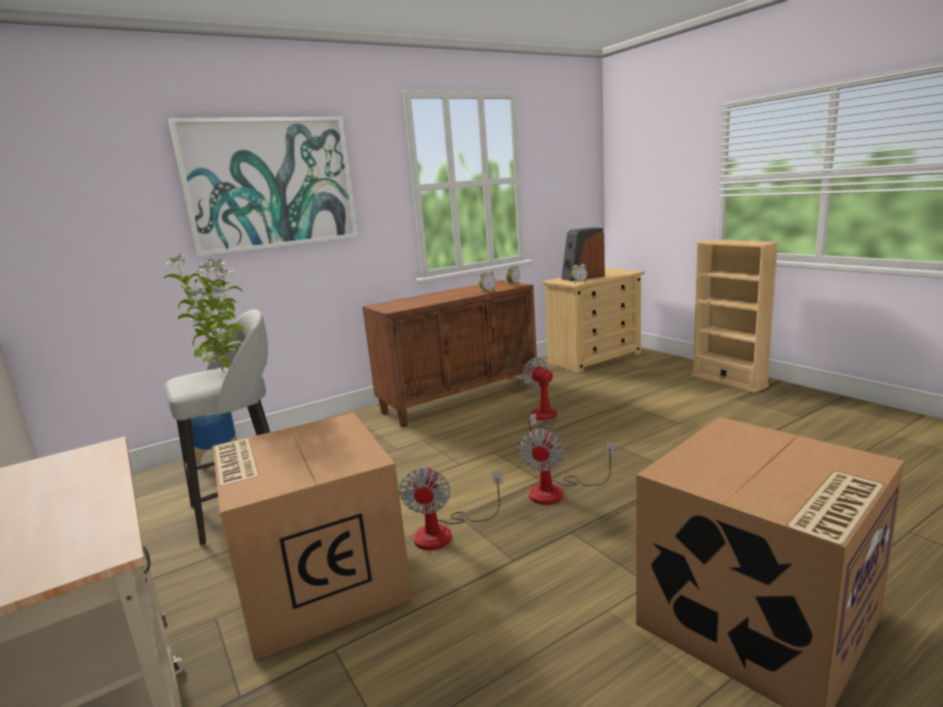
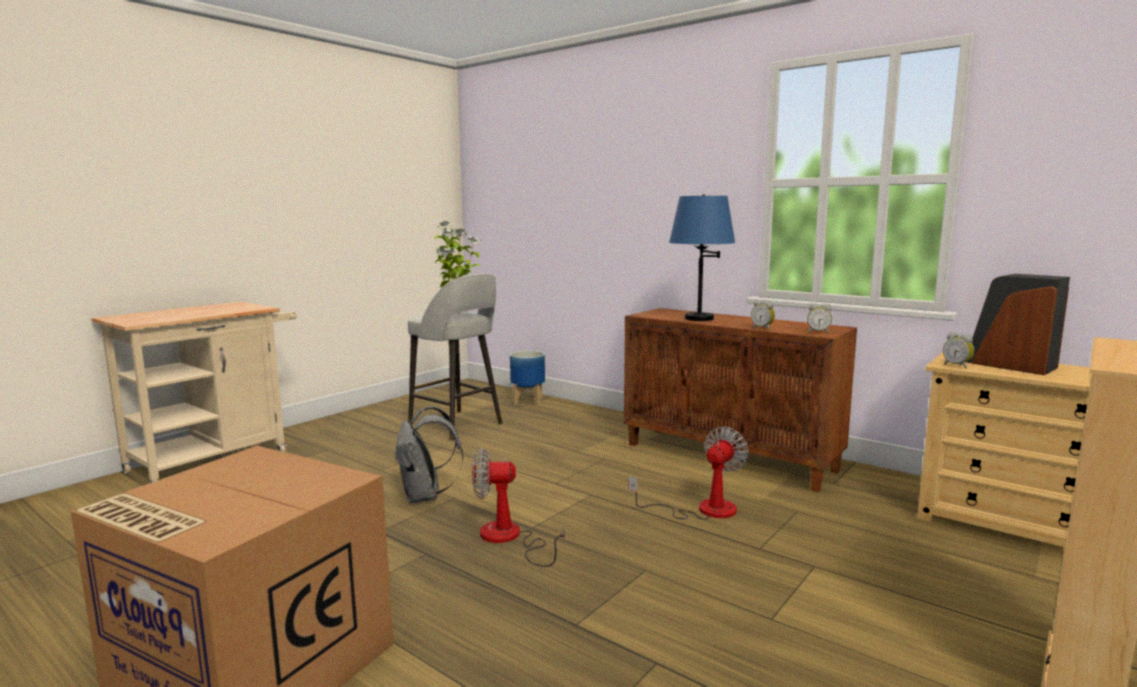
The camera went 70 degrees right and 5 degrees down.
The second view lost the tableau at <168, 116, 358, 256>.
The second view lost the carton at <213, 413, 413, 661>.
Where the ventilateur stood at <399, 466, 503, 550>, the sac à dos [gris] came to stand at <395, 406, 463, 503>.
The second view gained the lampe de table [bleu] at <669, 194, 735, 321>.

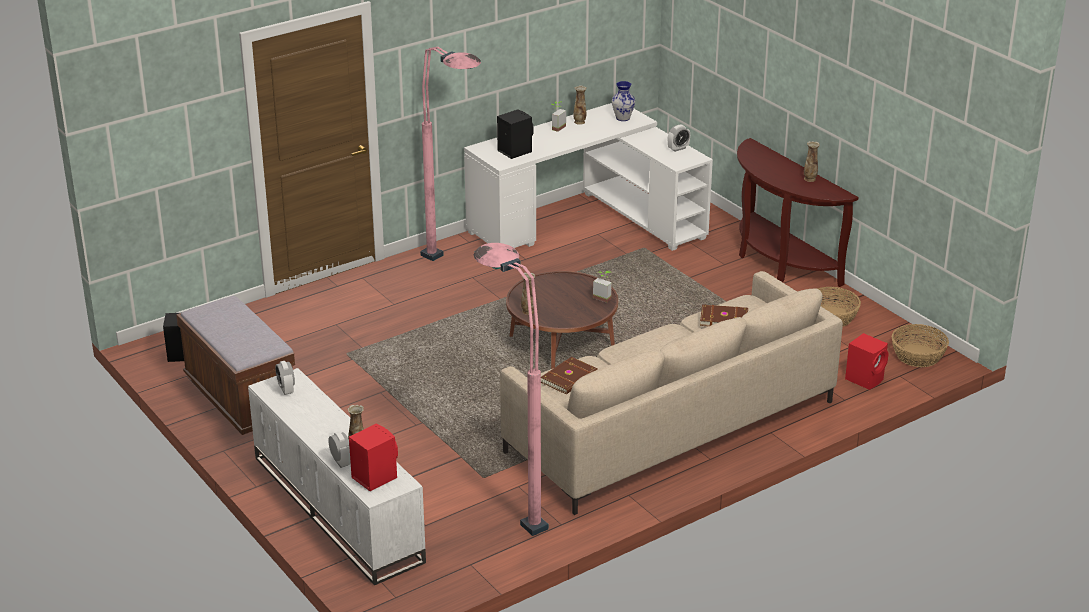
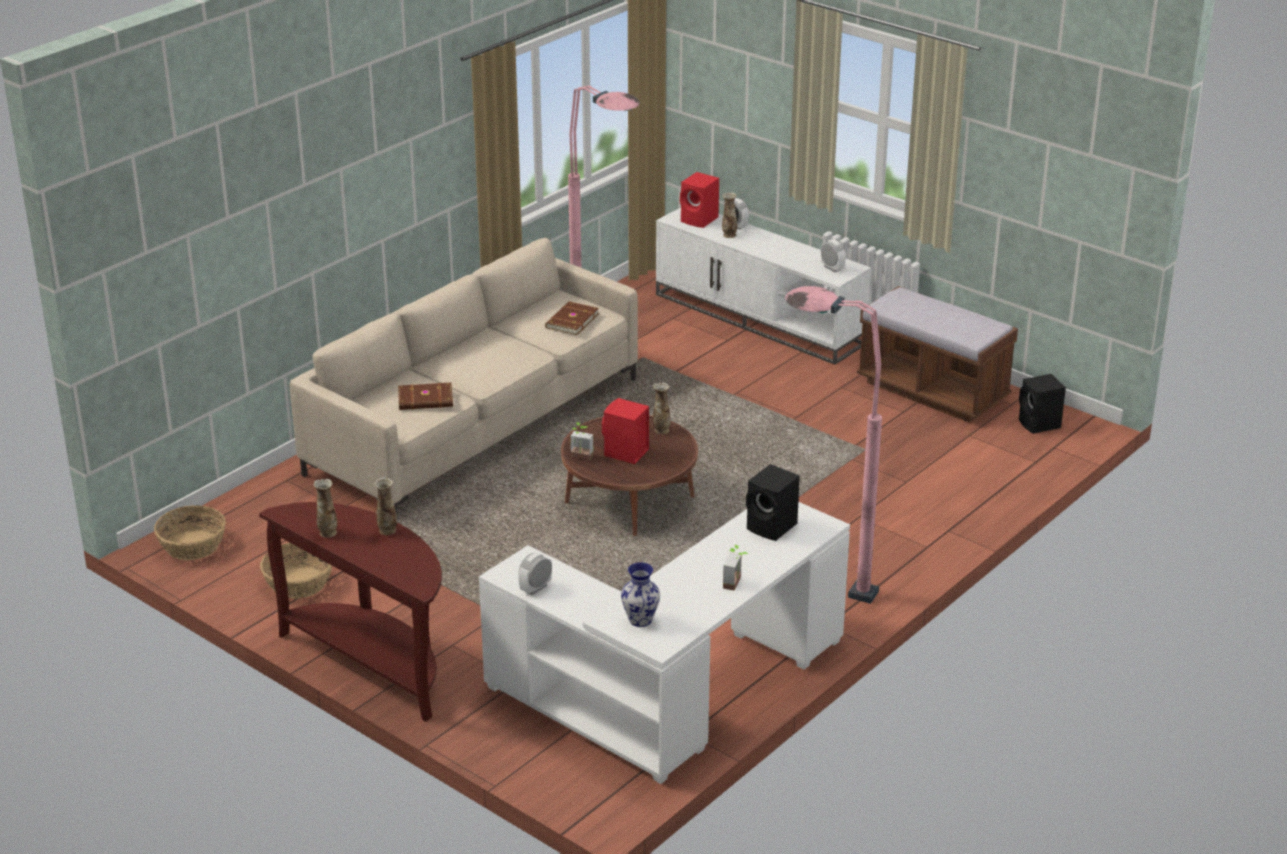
The camera went 165 degrees right and 0 degrees up.
The vase ended up elsewhere, having gone from <573, 85, 587, 125> to <374, 477, 397, 535>.
The enceinte [rouge] ended up elsewhere, having gone from <845, 333, 889, 390> to <602, 398, 649, 464>.

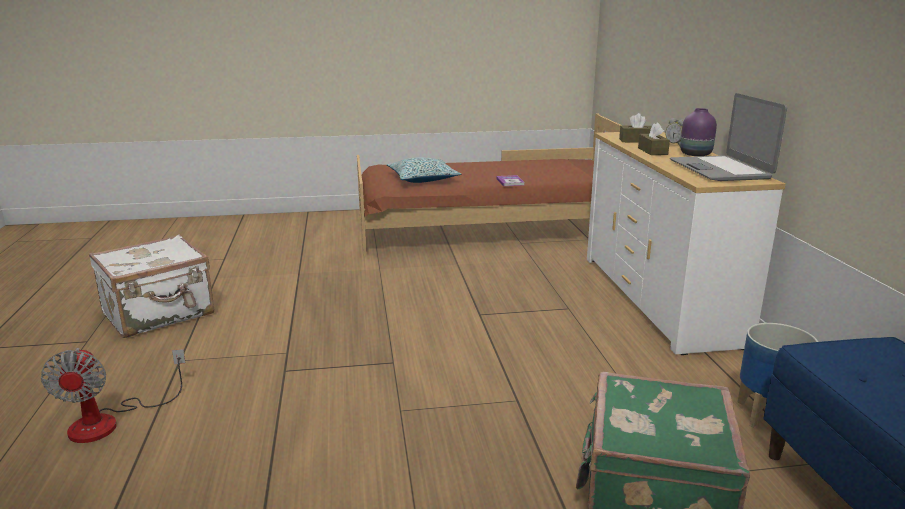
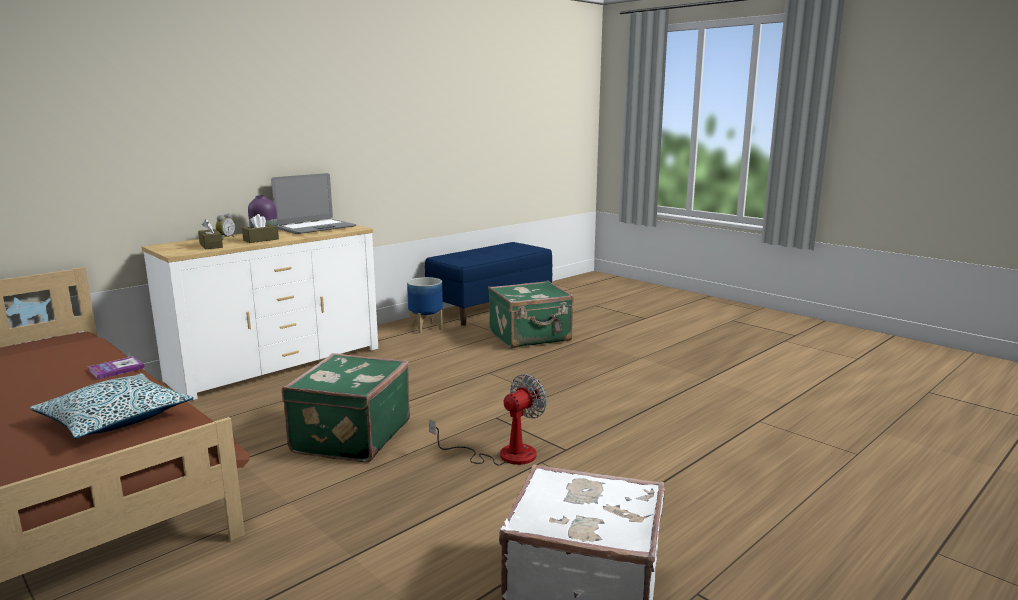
The camera went 125 degrees left and 5 degrees down.
The ventilateur ended up elsewhere, having gone from <41, 348, 186, 443> to <429, 374, 547, 466>.
The second view gained the valise [vert] at <281, 353, 410, 463>.

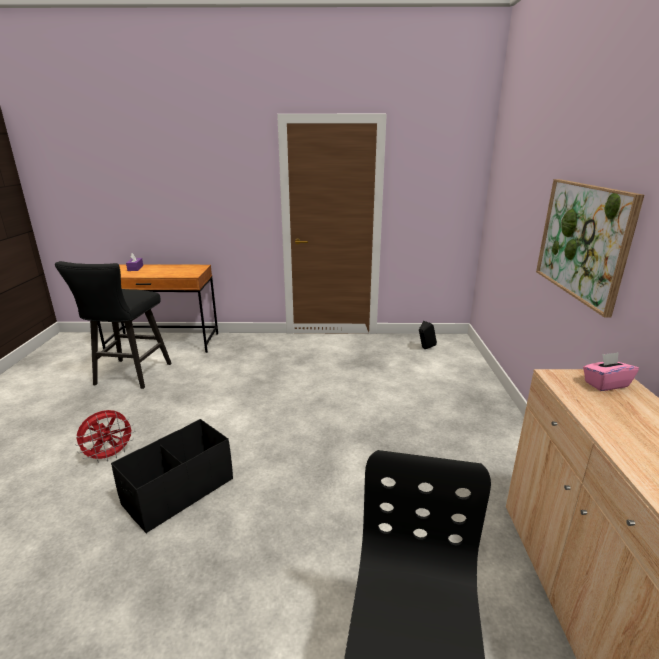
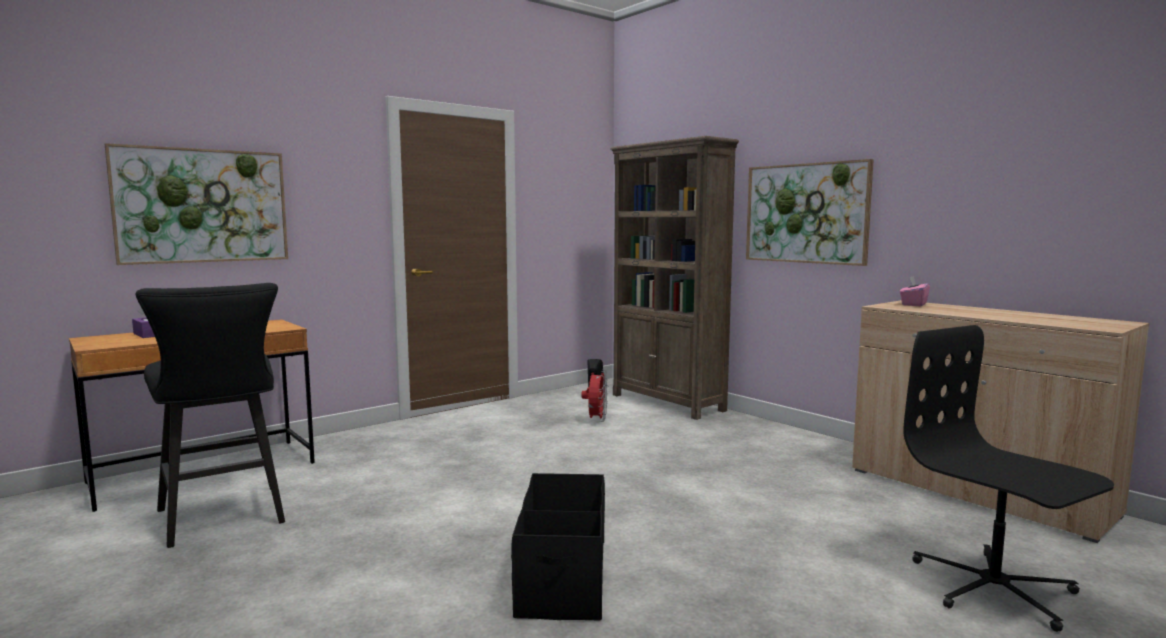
The camera went 40 degrees left and 15 degrees down.
The ventilateur [rouge] ended up elsewhere, having gone from <75, 410, 135, 463> to <581, 369, 608, 422>.
The second view gained the bibliothèque [marron] at <610, 136, 739, 420>.
The second view gained the tableau at <105, 143, 288, 265>.

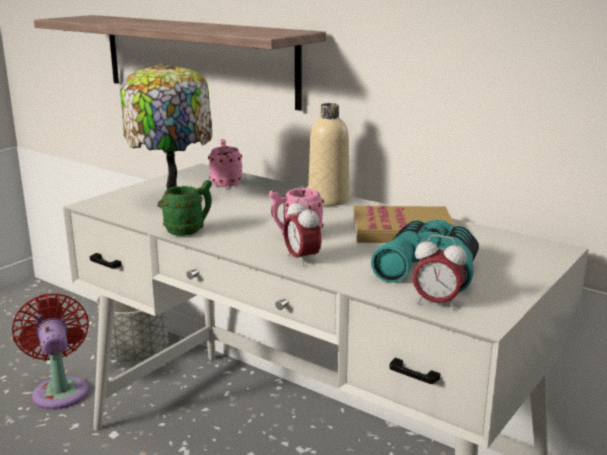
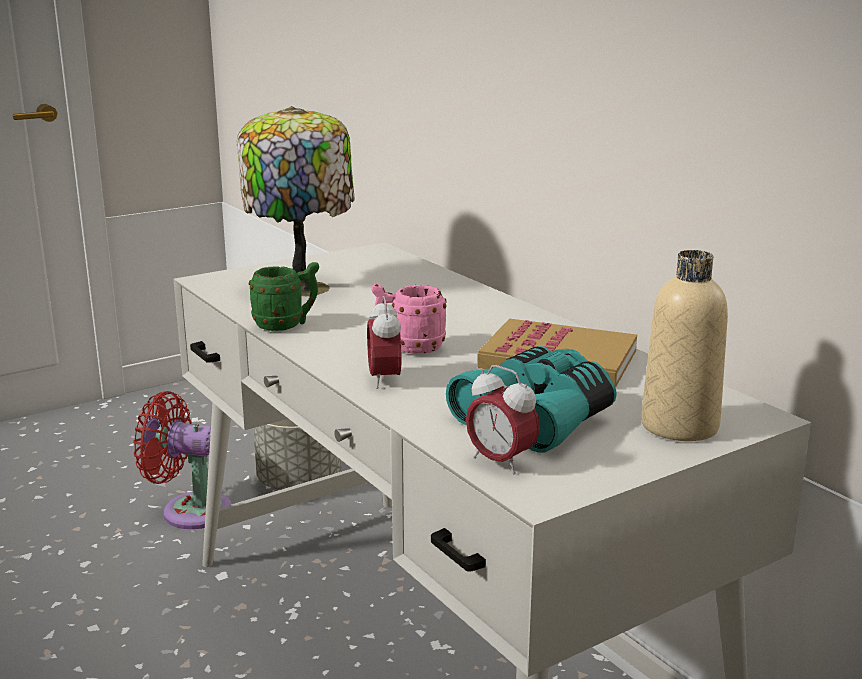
The camera went 20 degrees right and 0 degrees up.
The second view lost the étagère at <34, 15, 326, 111>.
The bouteille [beige] ended up elsewhere, having gone from <308, 103, 350, 206> to <641, 250, 728, 441>.
The second view lost the mug [rose] at <208, 139, 242, 187>.
The ventilateur [rouge] at <12, 293, 89, 410> ended up facing another way, 75 degrees counterclockwise from before.

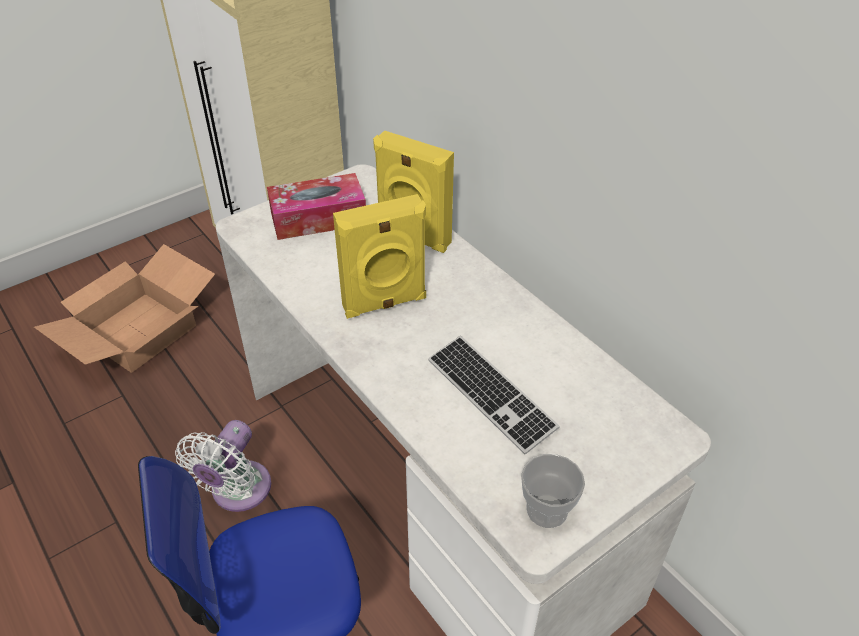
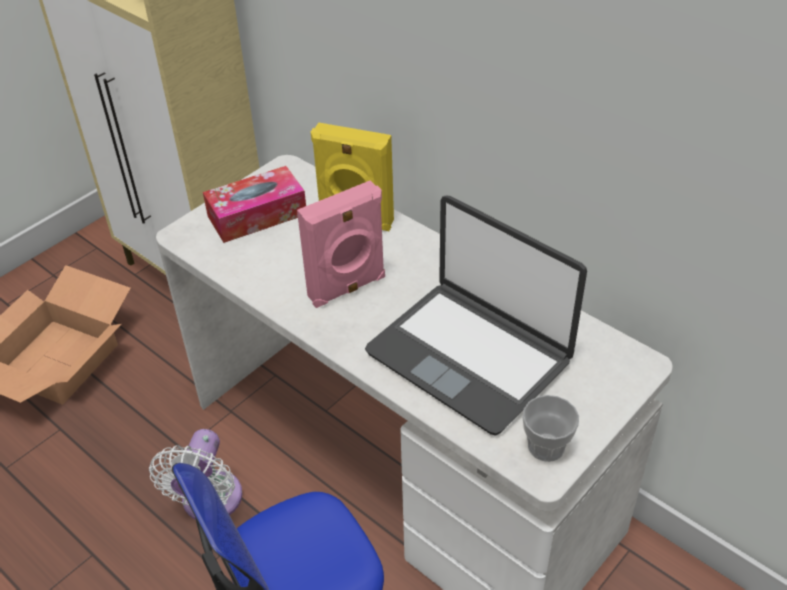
The camera went 10 degrees left and 0 degrees up.
What was the enceinte [jaune] at <333, 194, 426, 319> turned into the enceinte [rose] at <297, 181, 385, 308>.
Where the clavier stood at <428, 336, 560, 454>, the ordinateur portable came to stand at <365, 195, 587, 436>.

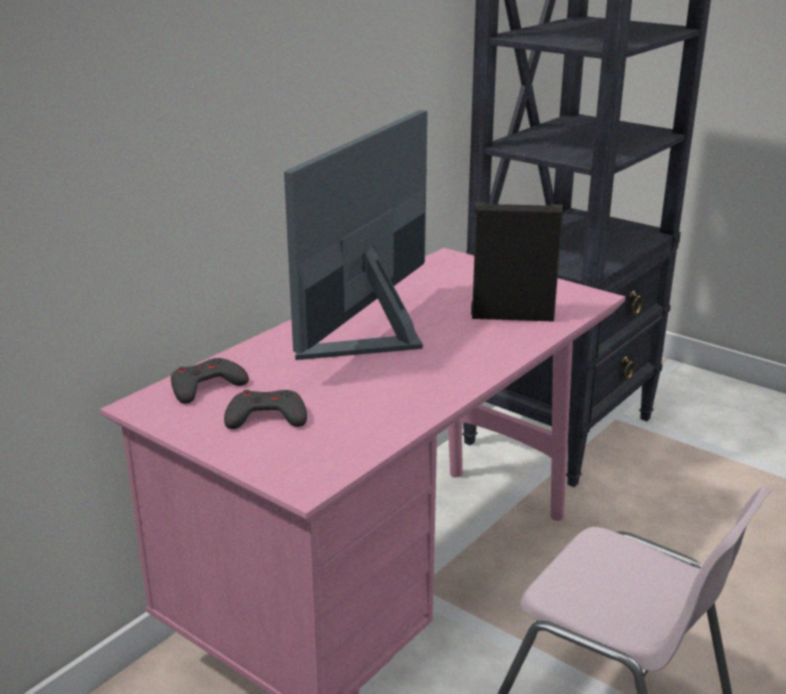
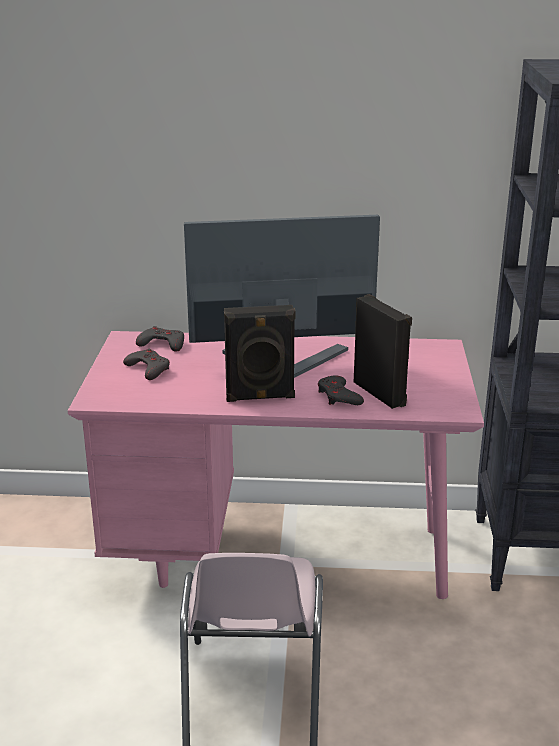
The camera went 55 degrees right and 0 degrees up.
The second view gained the enceinte [noir] at <224, 305, 296, 402>.
The second view gained the manette [gris] at <318, 375, 364, 405>.

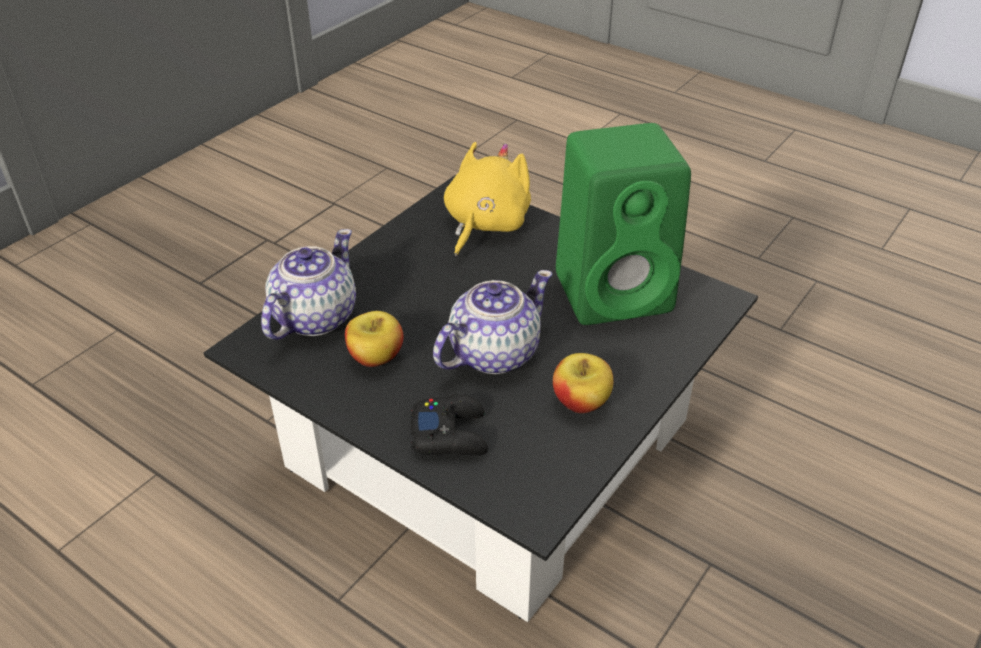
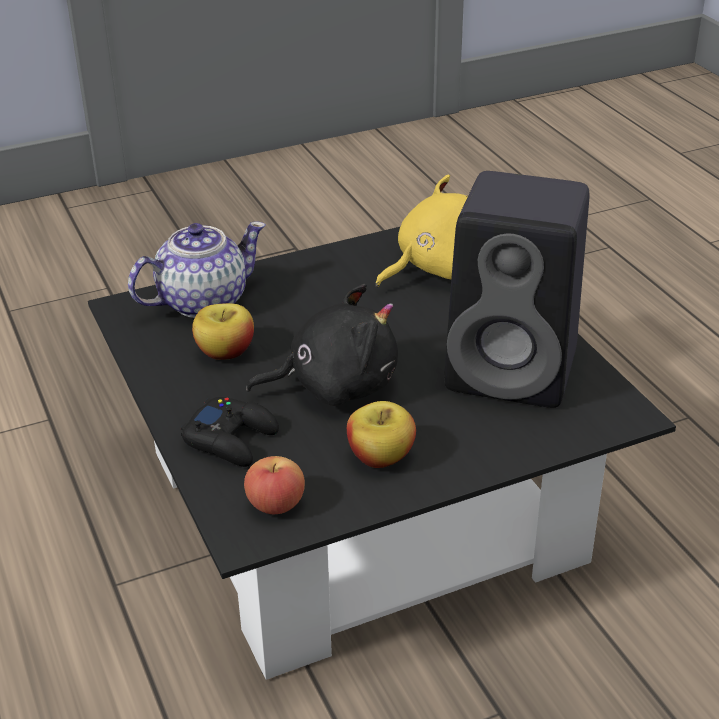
The camera went 30 degrees right and 5 degrees down.
What was the enceinte [vert] at <556, 123, 691, 325> turned into the enceinte [noir] at <444, 171, 590, 408>.
Where the théière stood at <433, 270, 552, 374>, the peluche [noir] came to stand at <246, 284, 398, 406>.
The second view gained the pomme at <244, 456, 305, 514>.

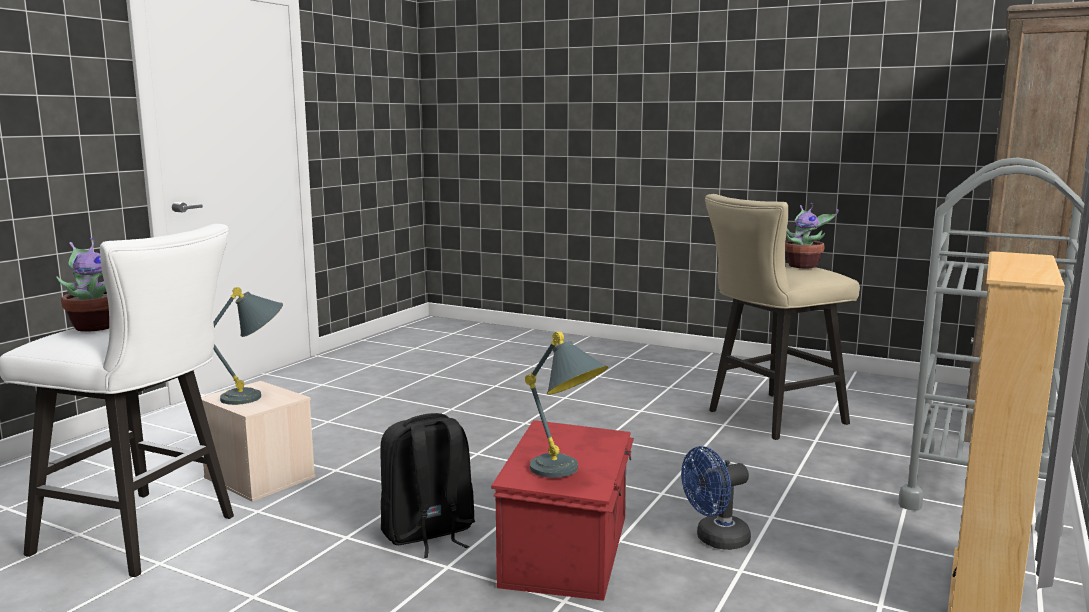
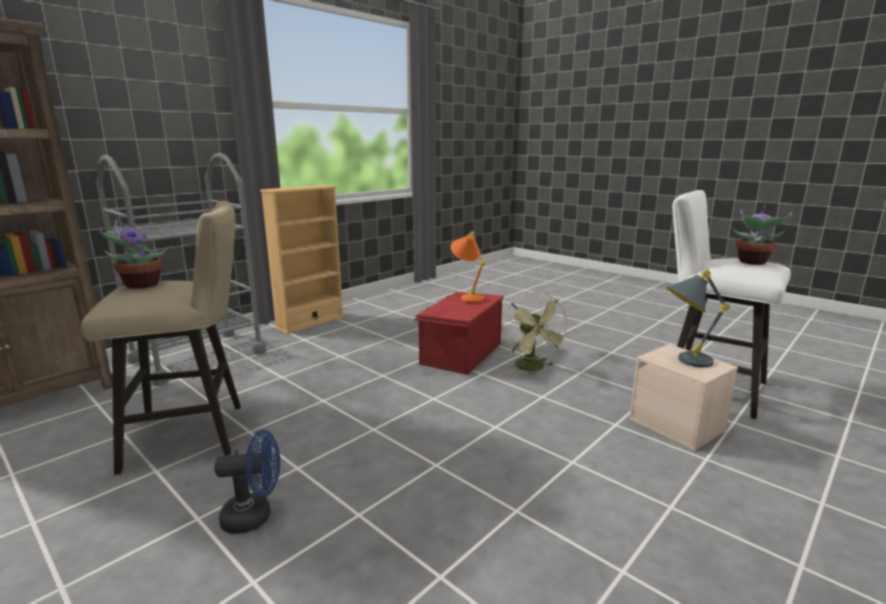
The camera went 165 degrees left and 5 degrees up.
What was the lampe de table [gris] at <525, 331, 608, 478> turned into the lampe de table [orange] at <451, 231, 485, 303>.
Where the sac à dos [noir] stood at <380, 413, 475, 558>, the ventilateur [vert] came to stand at <502, 292, 570, 373>.
The ventilateur [bleu] ended up elsewhere, having gone from <681, 446, 751, 550> to <215, 430, 280, 534>.

